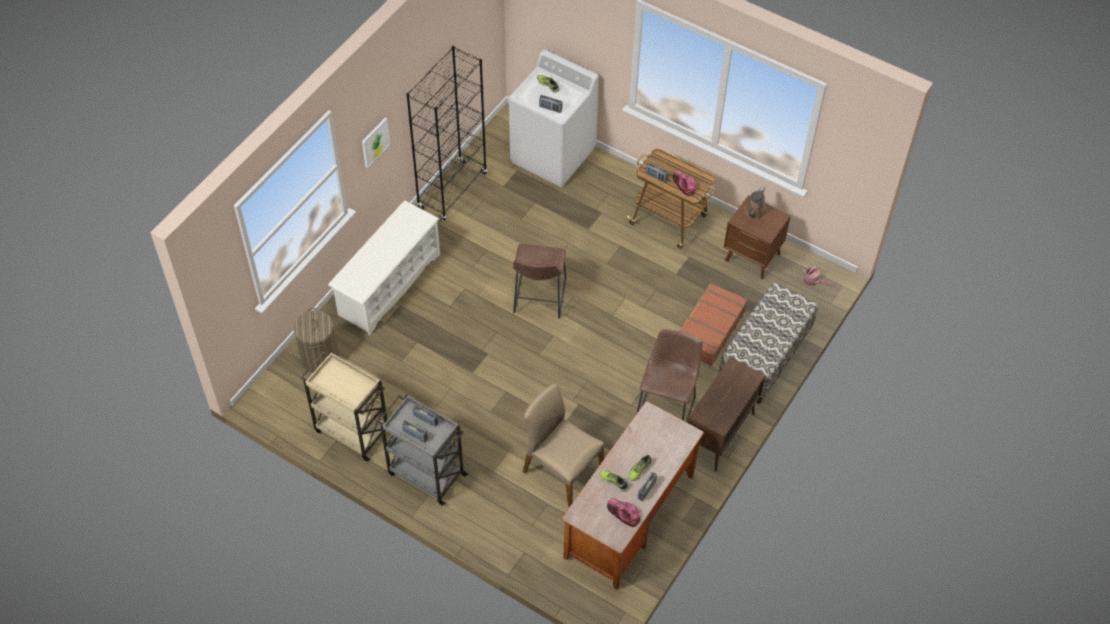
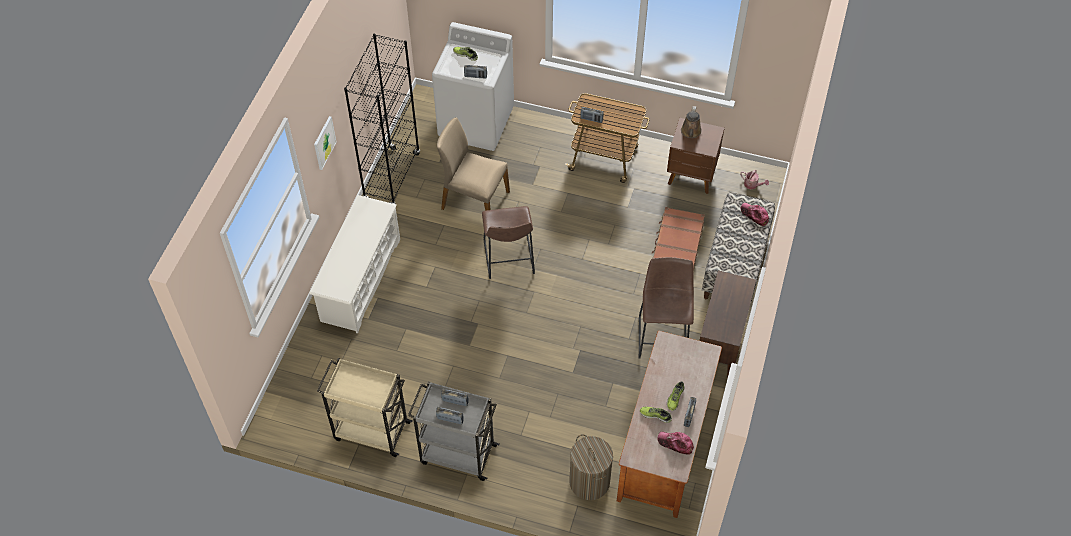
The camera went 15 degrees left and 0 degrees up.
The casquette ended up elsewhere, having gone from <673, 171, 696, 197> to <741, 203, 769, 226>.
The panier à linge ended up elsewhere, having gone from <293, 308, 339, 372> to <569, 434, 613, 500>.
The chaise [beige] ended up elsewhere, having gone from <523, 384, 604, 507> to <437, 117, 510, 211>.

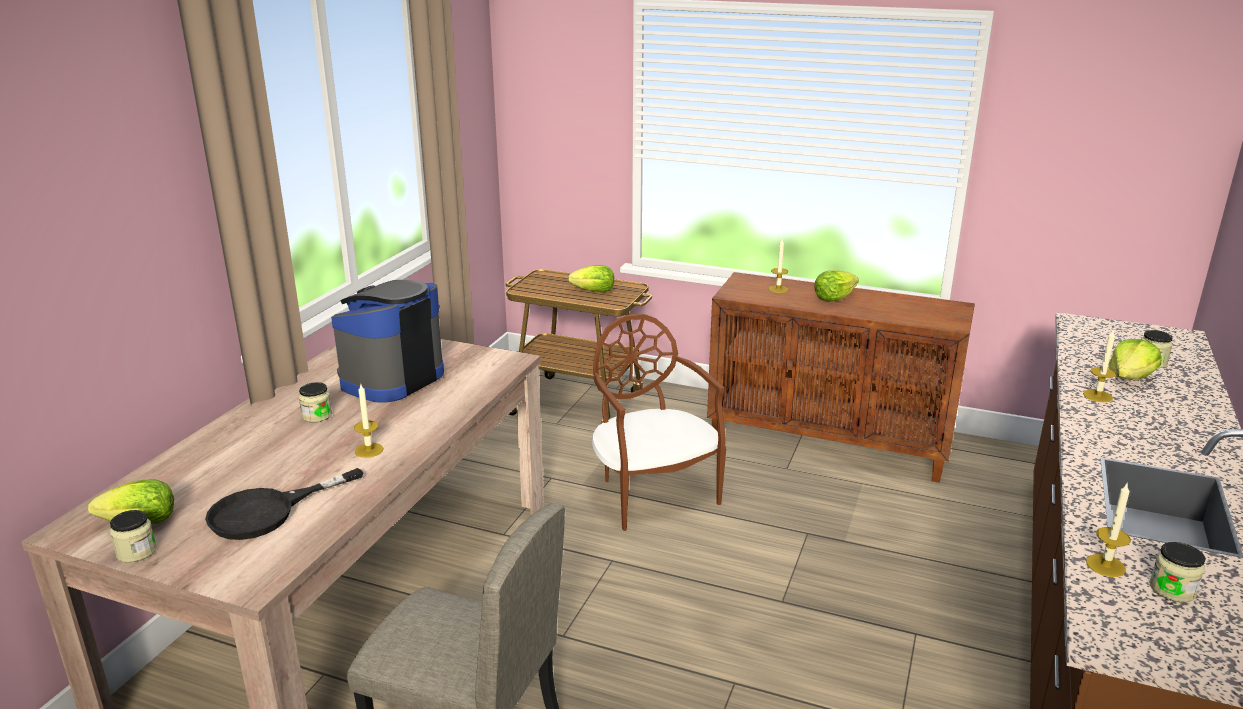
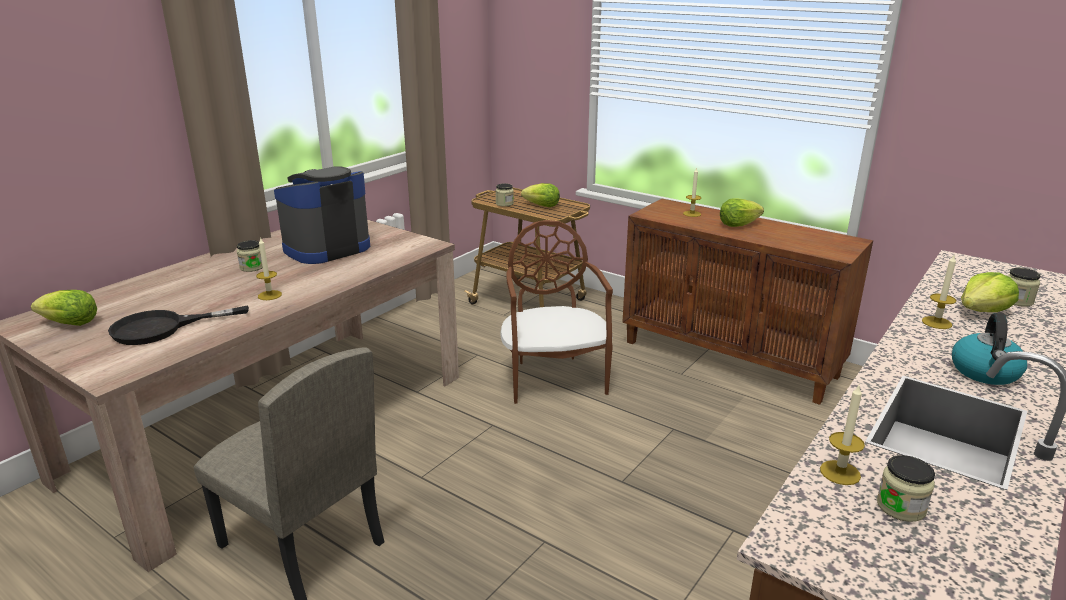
The camera went 15 degrees right and 0 degrees up.
The bocal ended up elsewhere, having gone from <110, 510, 157, 563> to <496, 183, 514, 207>.
The second view gained the bouilloire at <952, 313, 1027, 385>.

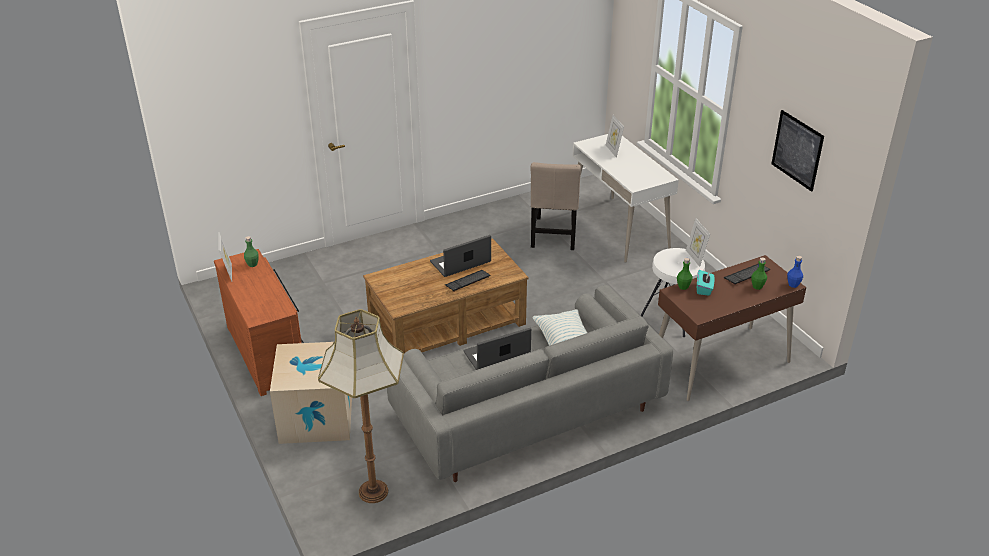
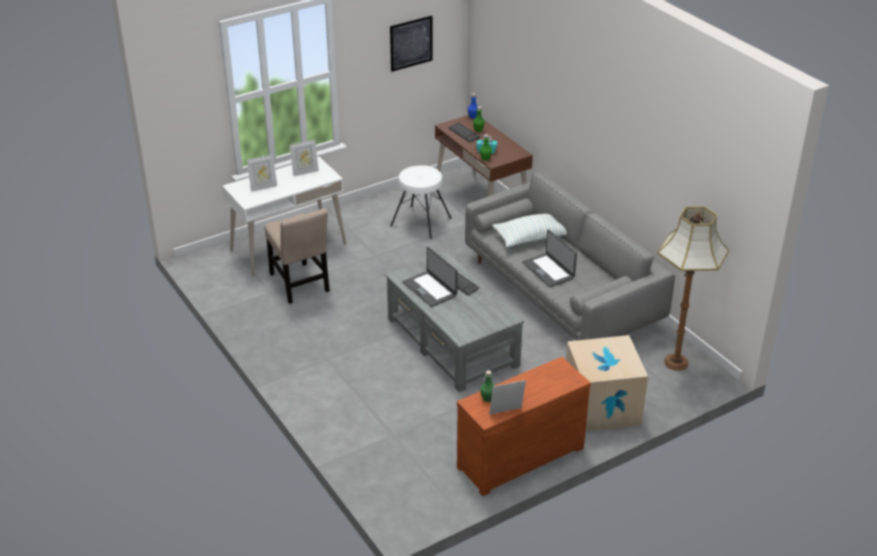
The camera went 95 degrees left and 0 degrees up.
The chaise [beige] at <531, 162, 581, 250> ended up facing another way, 60 degrees clockwise from before.
The cadre photo ended up elsewhere, having gone from <686, 218, 710, 267> to <290, 140, 319, 176>.
What was the table basse [marron] at <363, 238, 529, 354> turned into the table basse [gris] at <385, 252, 524, 392>.

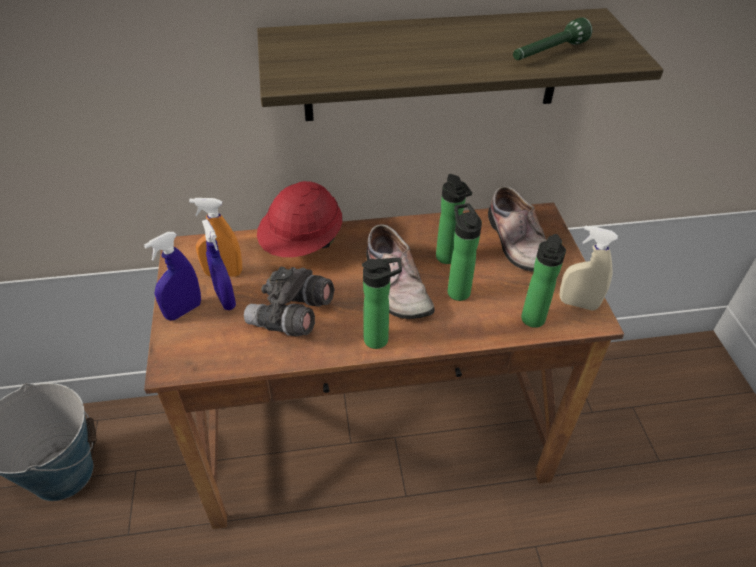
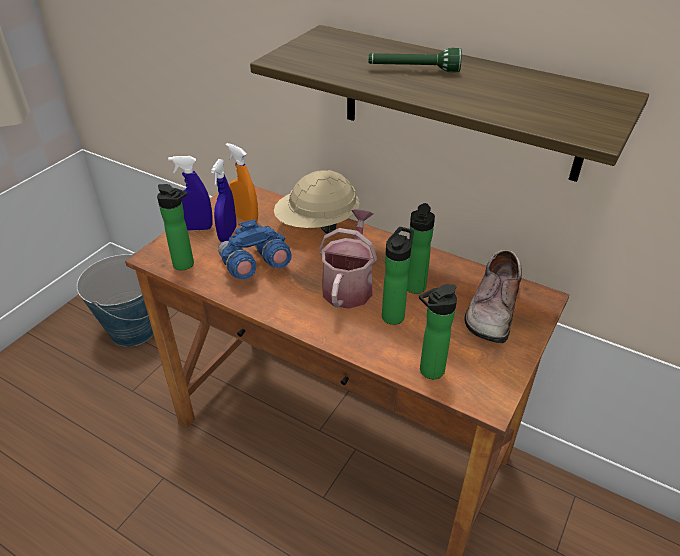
The camera went 40 degrees right and 5 degrees down.
The lampe de poche [vert] ended up elsewhere, having gone from <513, 17, 592, 60> to <369, 48, 462, 72>.
What was the casque de chantier [rouge] at <257, 181, 342, 257> turned into the casque de chantier [beige] at <274, 170, 360, 234>.
Where the chaussure stood at <366, 224, 435, 319>, the arrosoir came to stand at <318, 209, 377, 309>.
The second view lost the vaporisateur [beige] at <559, 225, 618, 311>.
The bouteille ended up elsewhere, having gone from <362, 258, 402, 349> to <157, 184, 194, 271>.
What was the jumelles [gris] at <244, 266, 335, 337> turned into the jumelles [bleu] at <218, 219, 292, 279>.

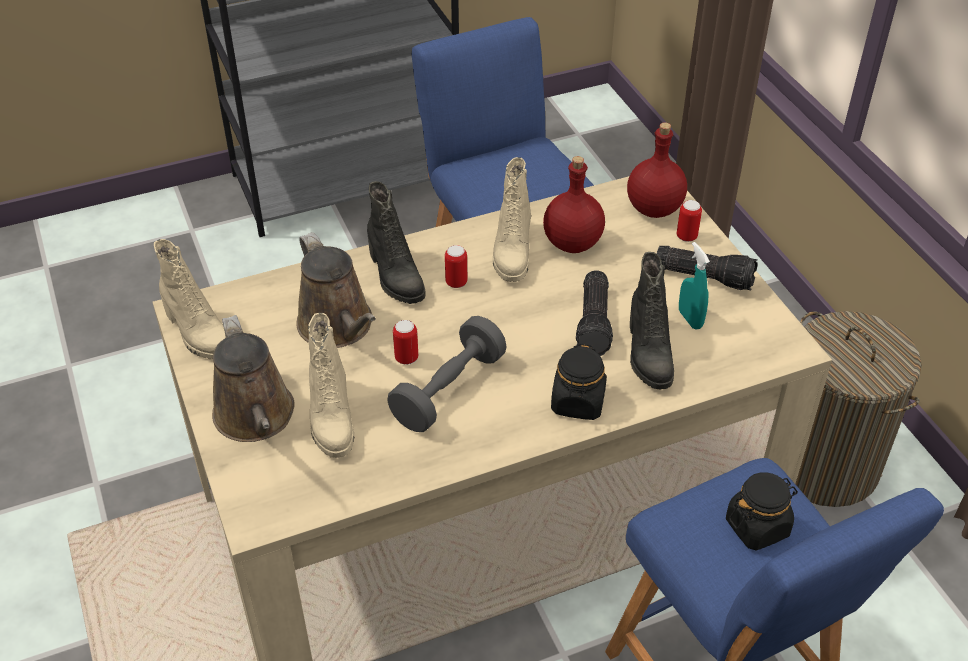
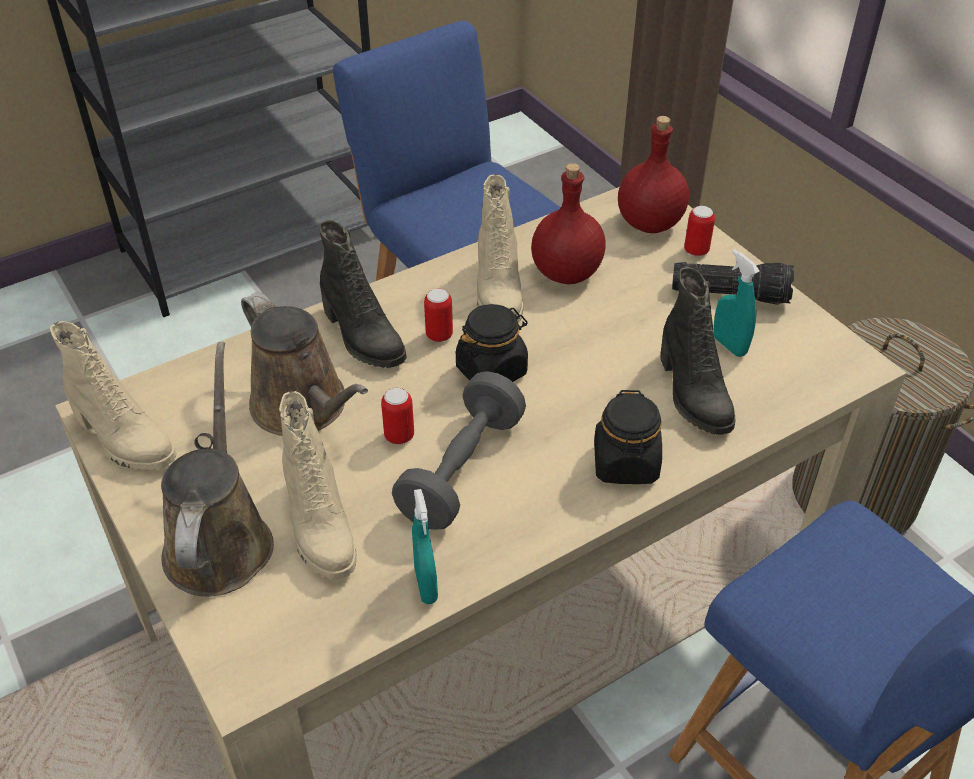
The camera went 10 degrees left and 0 degrees up.
The second view lost the lampe de poche at <576, 270, 613, 356>.
The arrosoir [marron] at <212, 315, 295, 442> ended up facing another way, 150 degrees counterclockwise from before.
The bocal [noir] ended up elsewhere, having gone from <726, 472, 798, 551> to <456, 304, 528, 382>.
The second view gained the vaporisateur [turquoise] at <412, 489, 438, 604>.

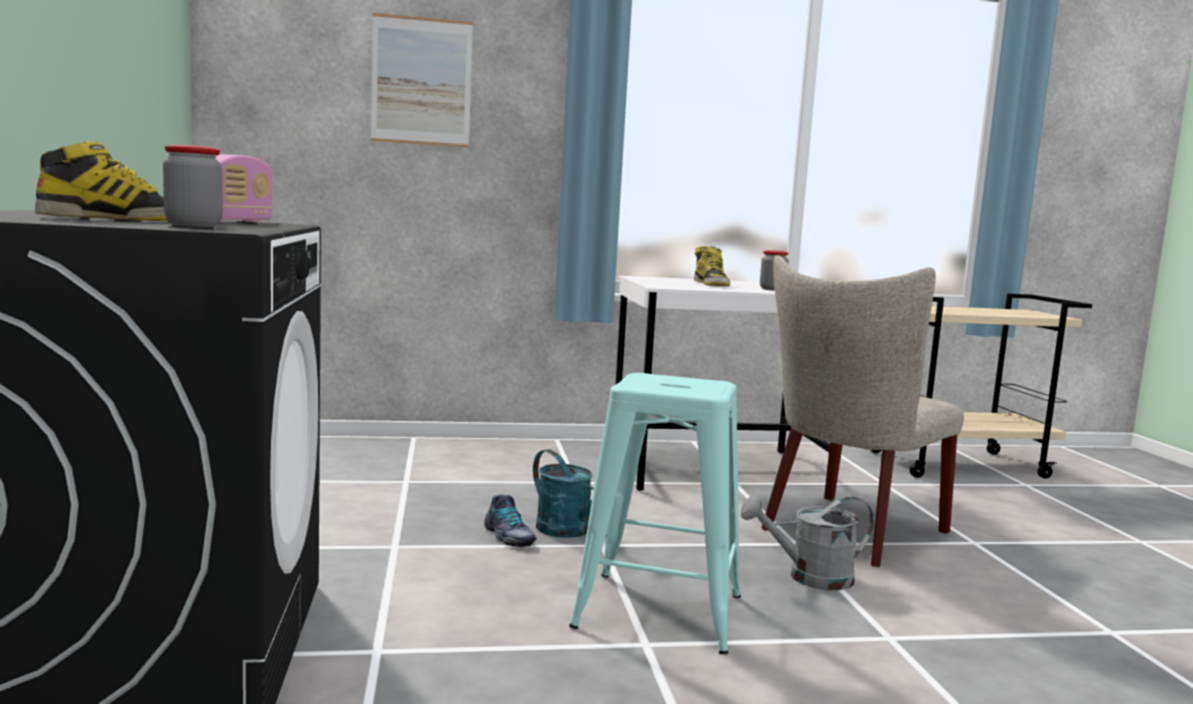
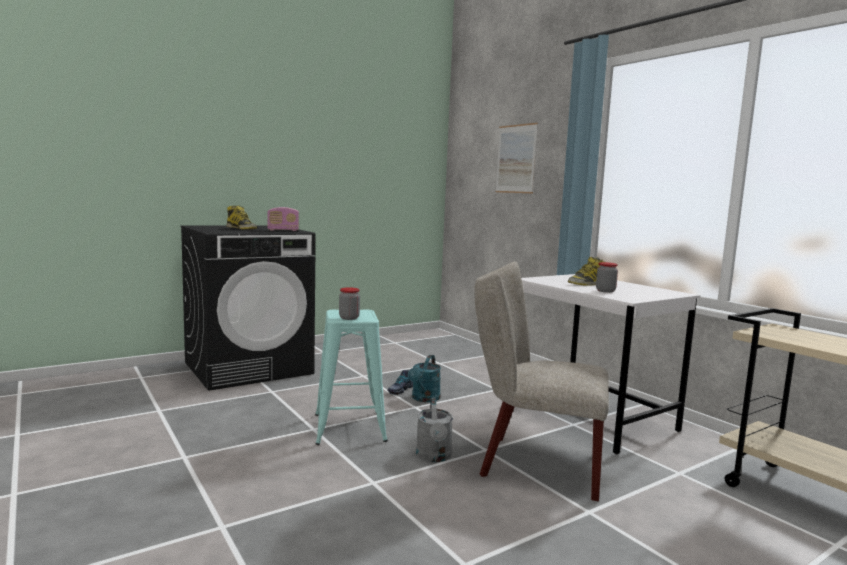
The camera went 65 degrees right and 0 degrees up.
The bocal ended up elsewhere, having gone from <163, 145, 223, 227> to <339, 287, 360, 320>.
The arrosoir [gris] at <741, 495, 874, 590> ended up facing another way, 150 degrees counterclockwise from before.

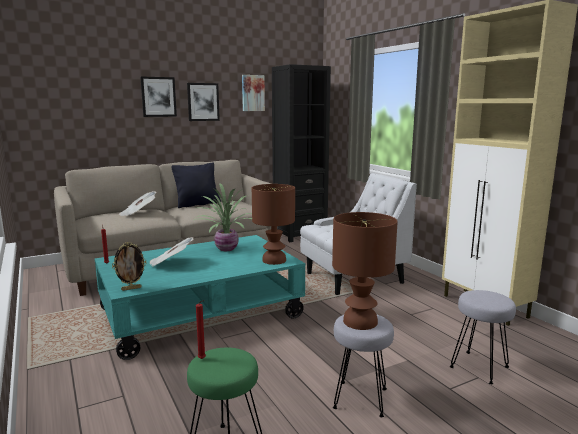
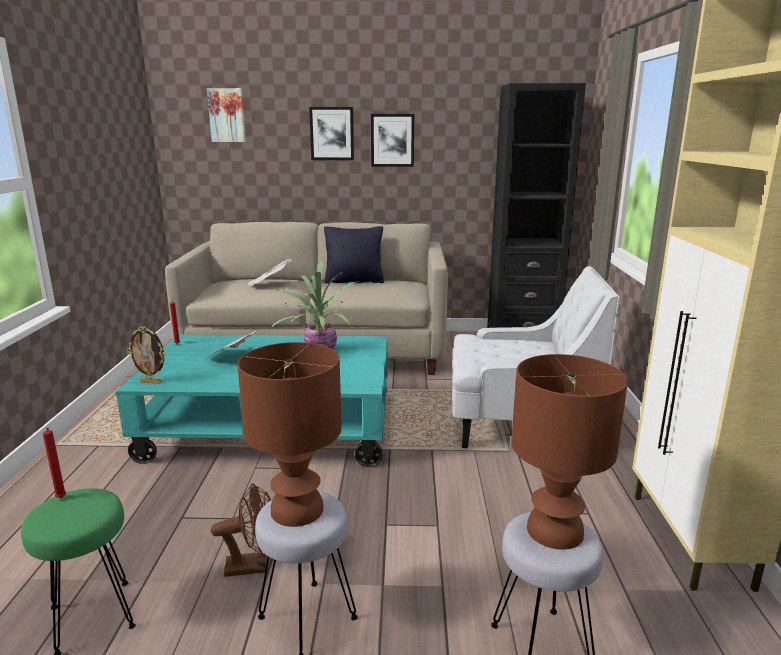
The camera went 30 degrees right and 5 degrees up.
The tableau ended up elsewhere, having gone from <242, 75, 265, 111> to <207, 88, 246, 142>.
The lampe de table [marron] ended up elsewhere, having gone from <252, 184, 295, 265> to <511, 354, 628, 550>.
The second view gained the ventilateur [marron] at <211, 484, 272, 577>.

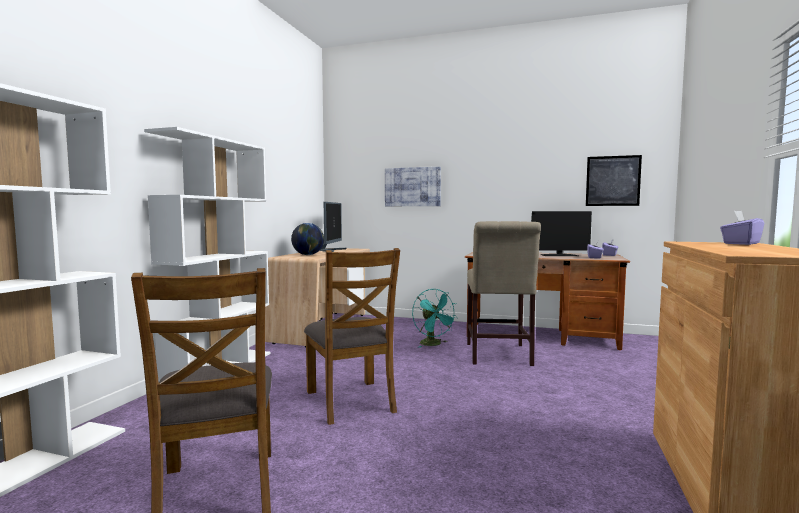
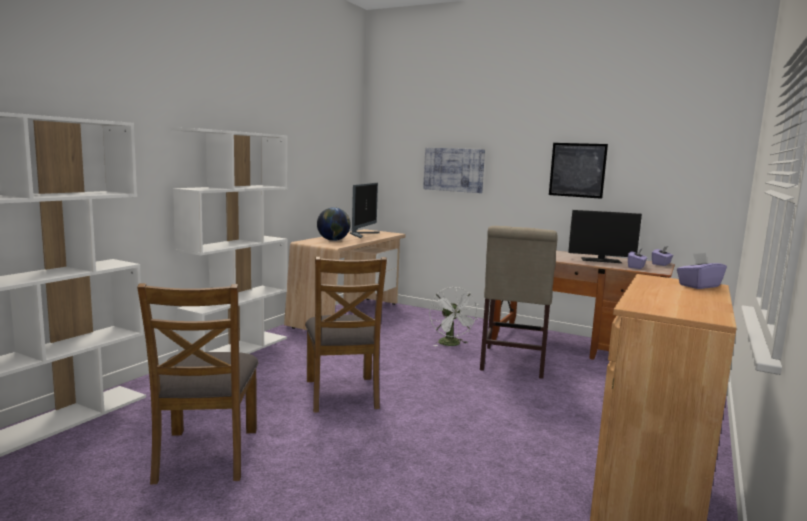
The camera went 10 degrees right and 5 degrees up.
The tableau ended up elsewhere, having gone from <586, 155, 642, 206> to <549, 143, 608, 199>.
What was the ventilateur [turquoise] at <412, 289, 457, 347> turned into the ventilateur [blanc] at <429, 287, 478, 346>.

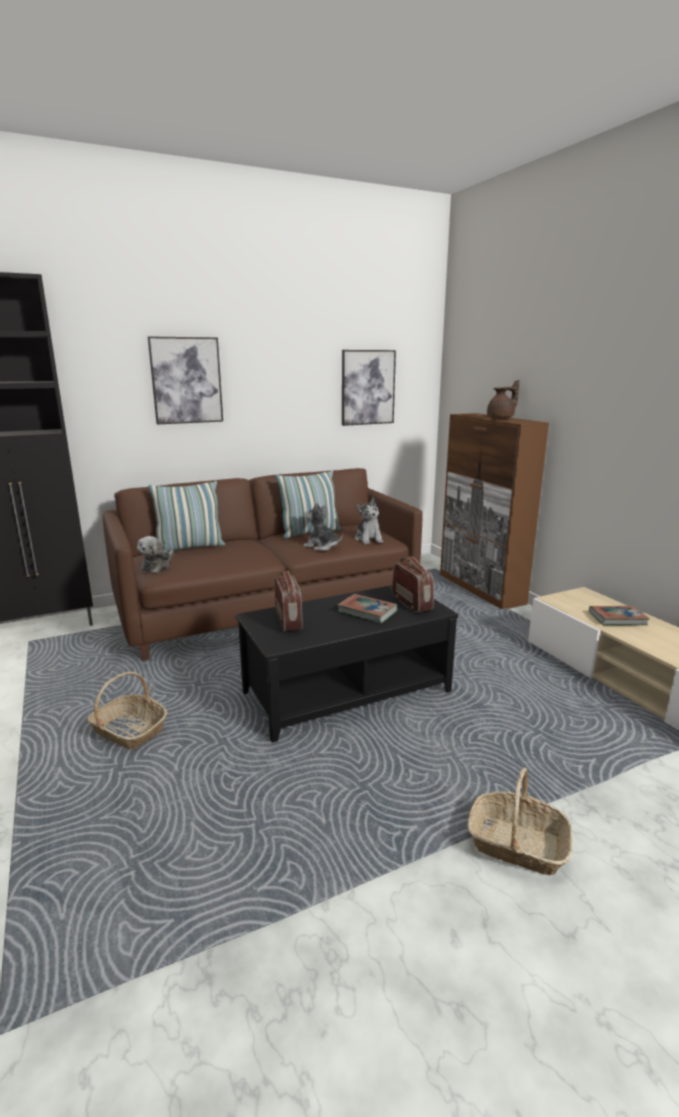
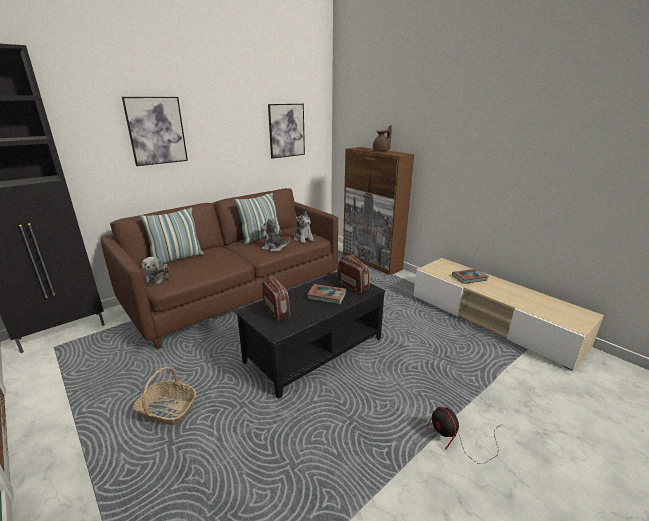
The camera went 15 degrees left and 5 degrees up.
Where the panier stood at <468, 767, 573, 875>, the ventilateur came to stand at <427, 407, 501, 464>.

